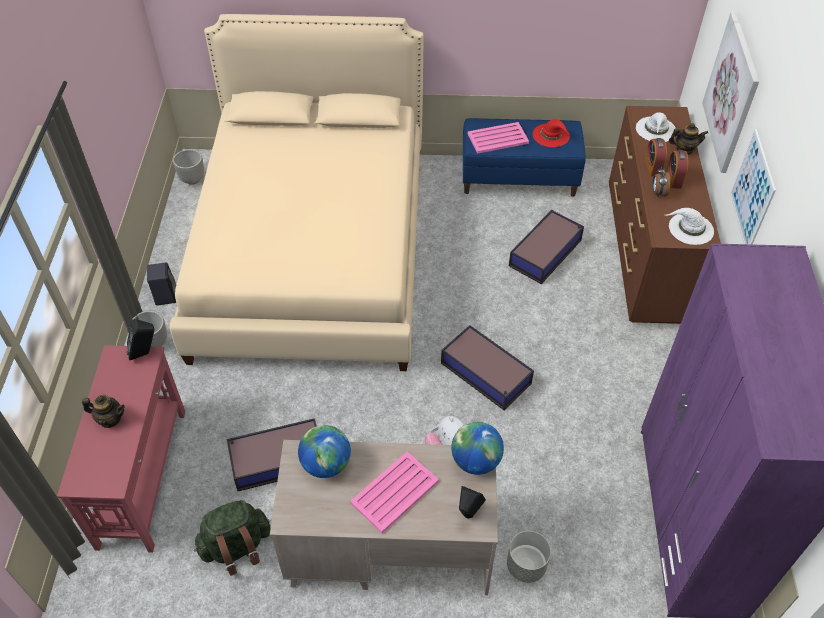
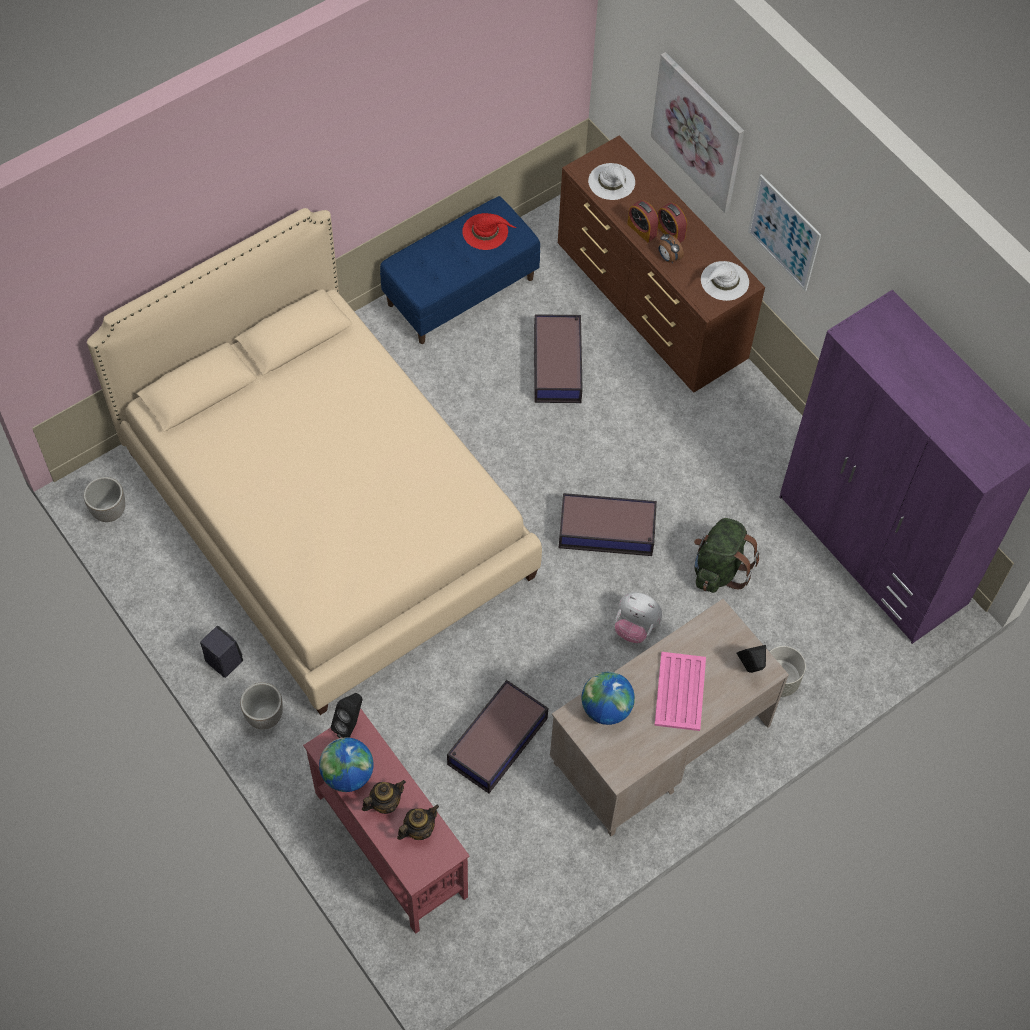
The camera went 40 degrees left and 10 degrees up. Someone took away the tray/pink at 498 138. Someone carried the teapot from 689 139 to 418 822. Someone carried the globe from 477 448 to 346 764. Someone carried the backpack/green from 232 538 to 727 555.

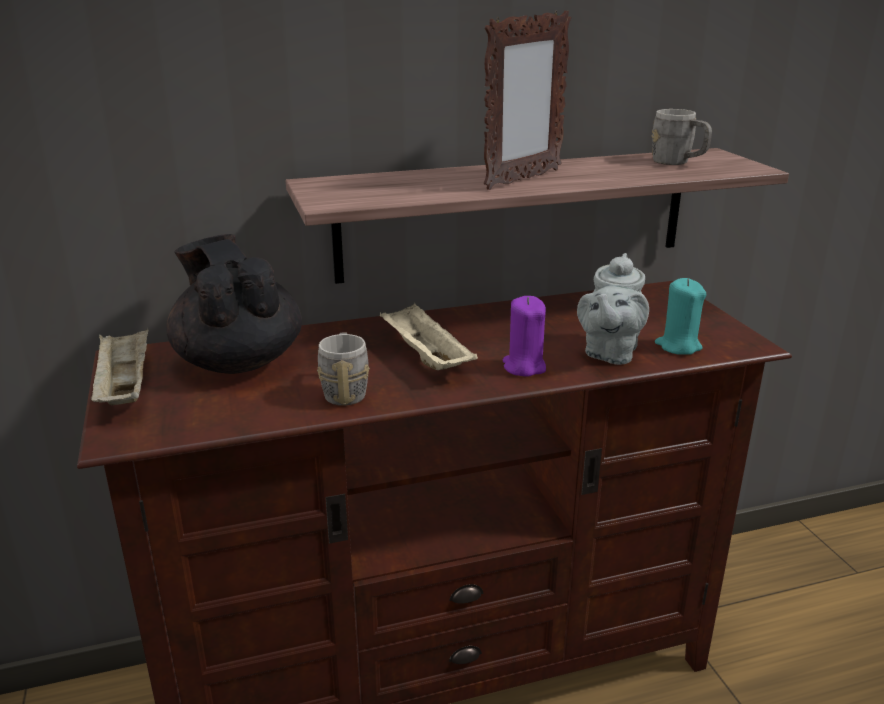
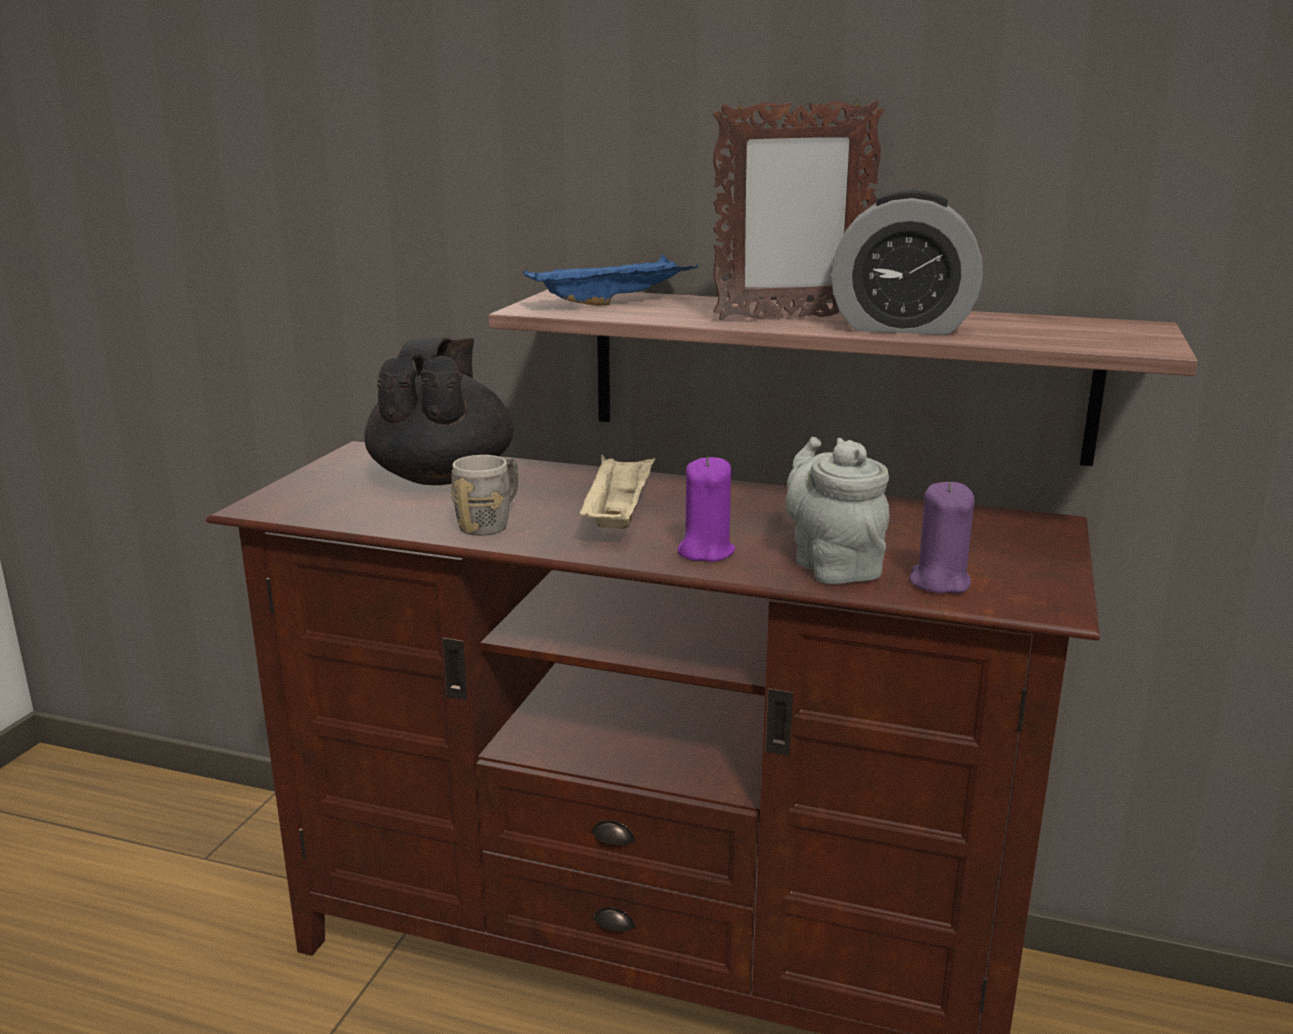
The camera went 35 degrees right and 5 degrees down. Someone took away the mug/grey at 682 137. Someone rotated the teapot/grey at 613 309 by 105 degrees clockwise. Someone repainted the candle/turquoise at 681 316, which became the candle/purple at 942 538. Someone took away the tray/beige at 119 367. Someone put down the alarm clock at 907 262. Someone put down the tray/blue at 610 280.

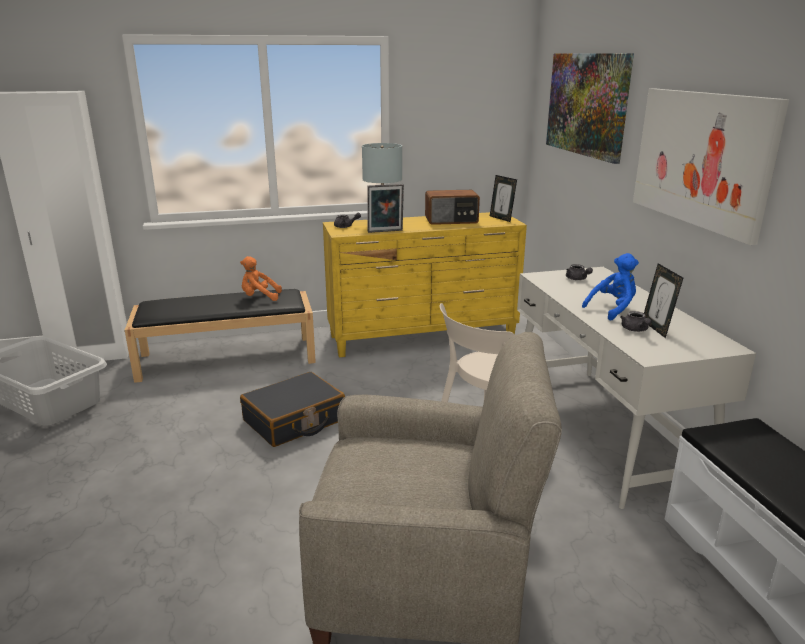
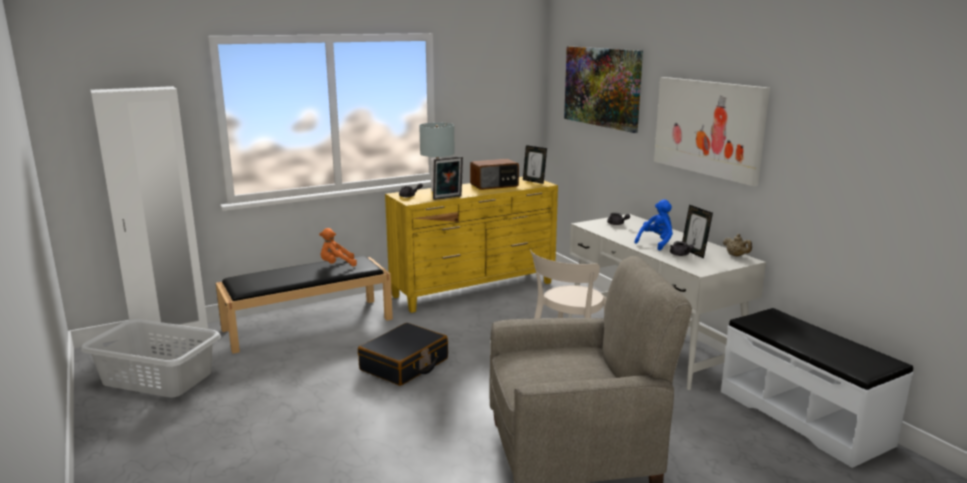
The camera went 15 degrees left and 5 degrees down. Someone put down the teapot/beige at 737 245.

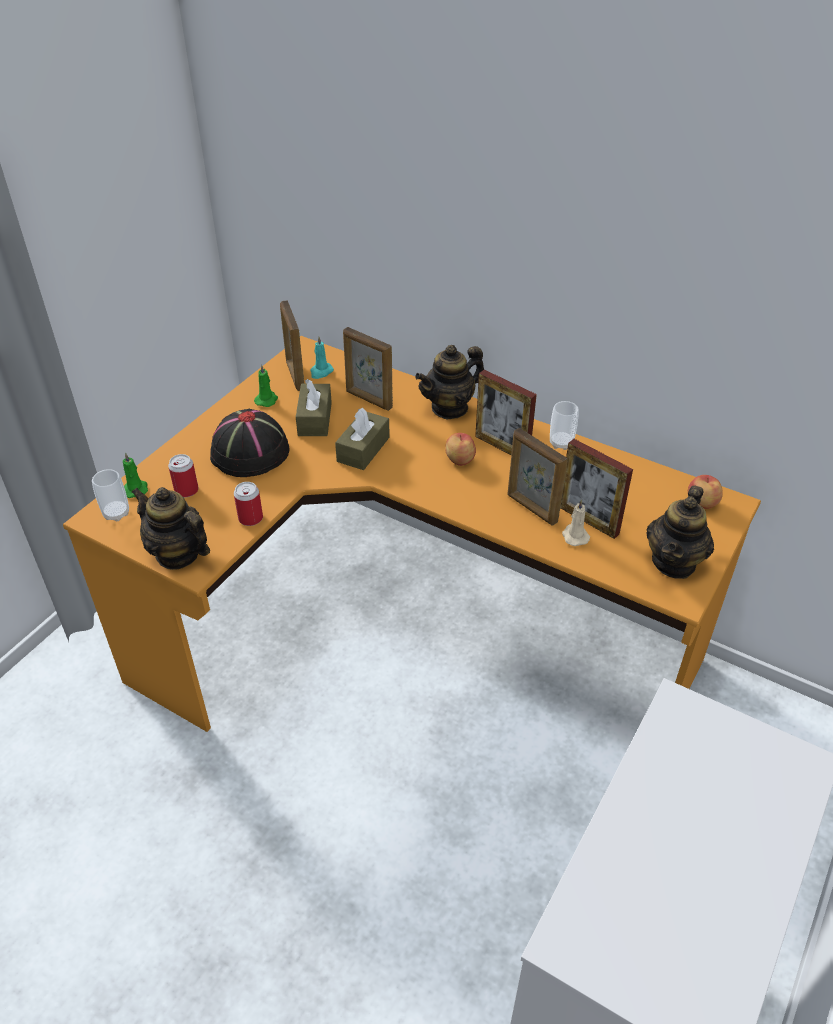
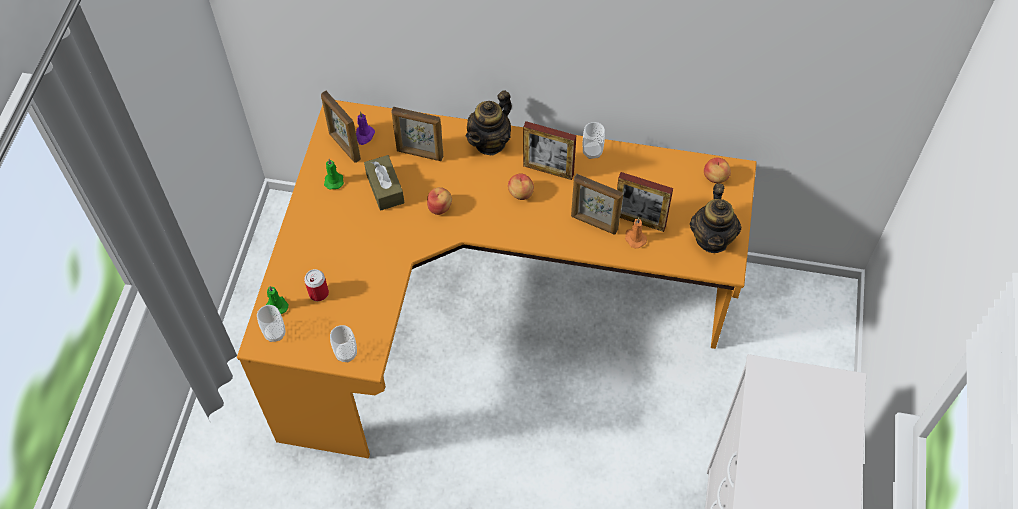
The camera went 20 degrees left and 15 degrees up. Someone repainted the candle/turquoise at 322 357, which became the candle/purple at 365 128. Someone swapped the tissue box/brown at 362 439 for the apple at 439 201. Someone took away the hat/black at 249 443. Someone took away the can at 248 504. Someone swapped the teapot at 170 528 for the cup at 343 343. Someone repainted the candle/beige at 576 522, which became the candle/orange at 636 233.

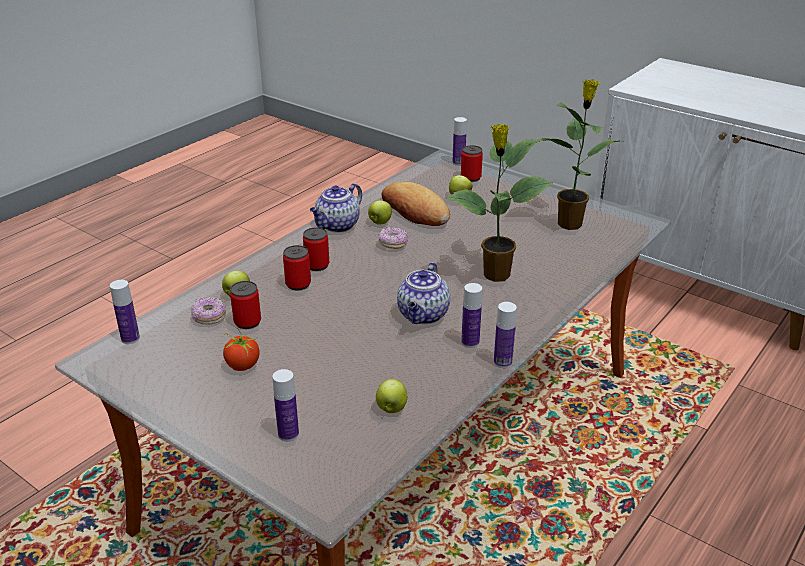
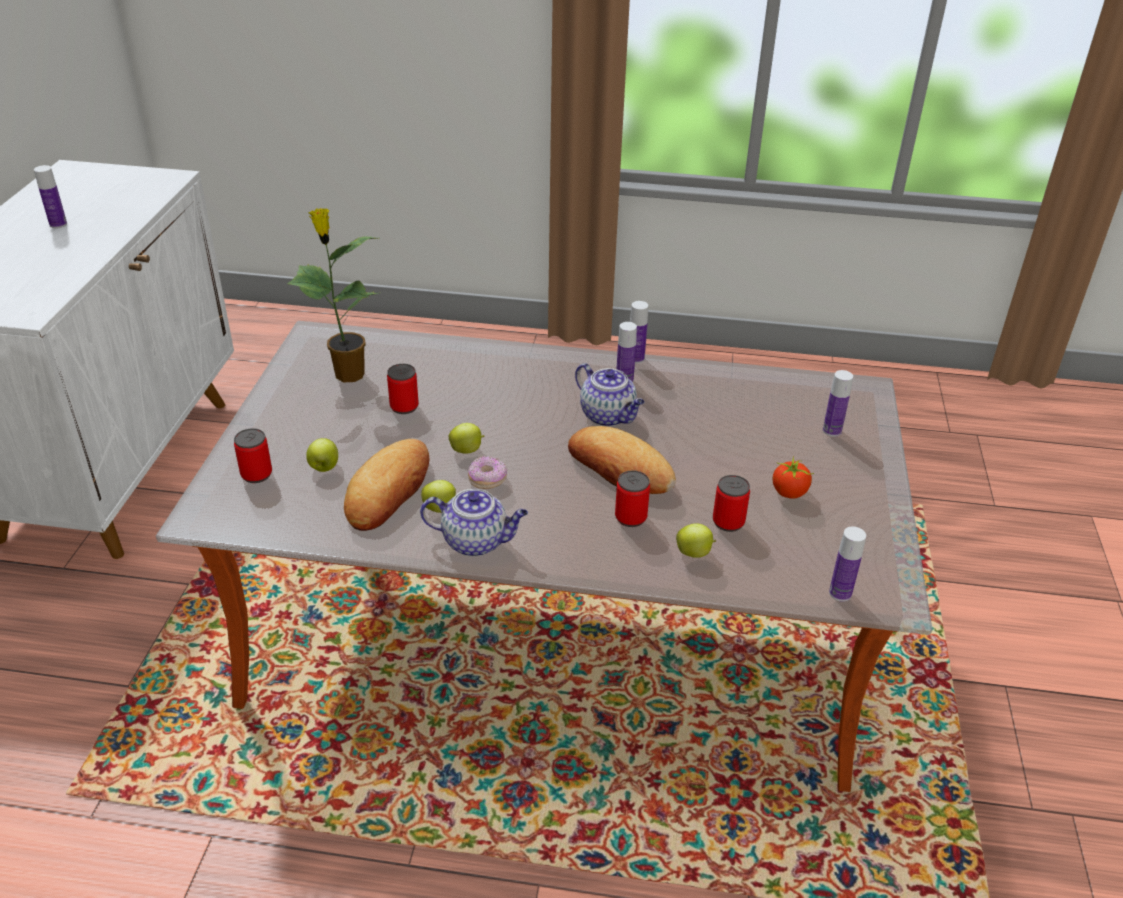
The camera went 120 degrees left and 5 degrees up. Someone carried the bottle from 459 141 to 50 196. Someone took away the potted plant at 499 202. Someone carried the can from 316 249 to 403 389. Someone rotated the teapot at 423 293 by 60 degrees clockwise. Someone took away the donut at 208 311. Someone carried the apple from 391 396 to 466 438. Someone put down the bread at 622 460.

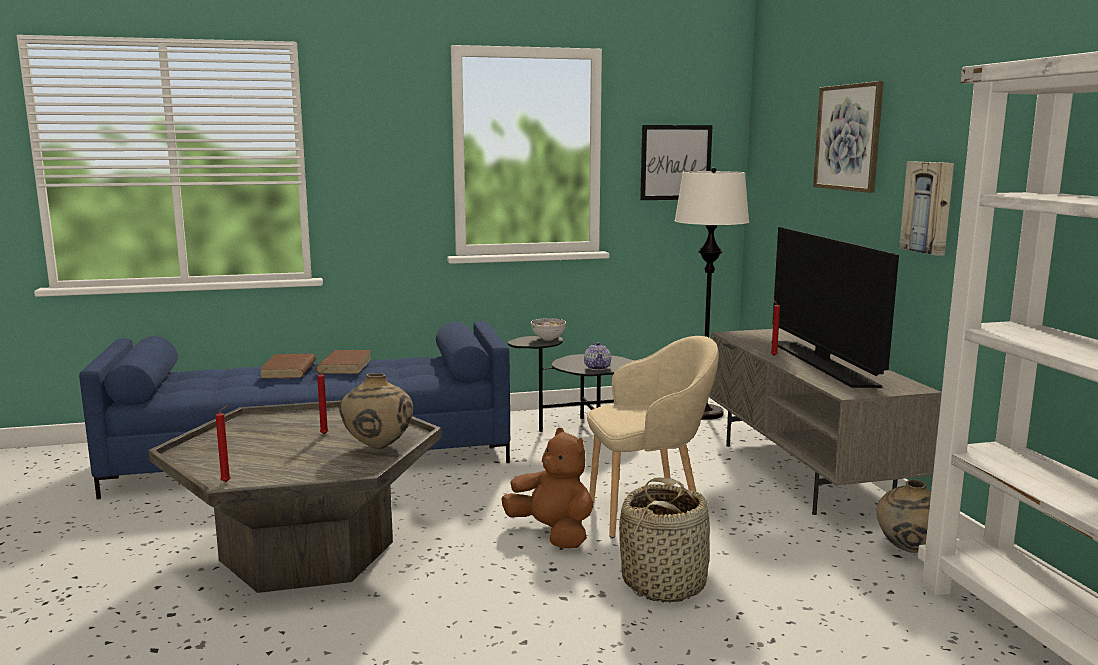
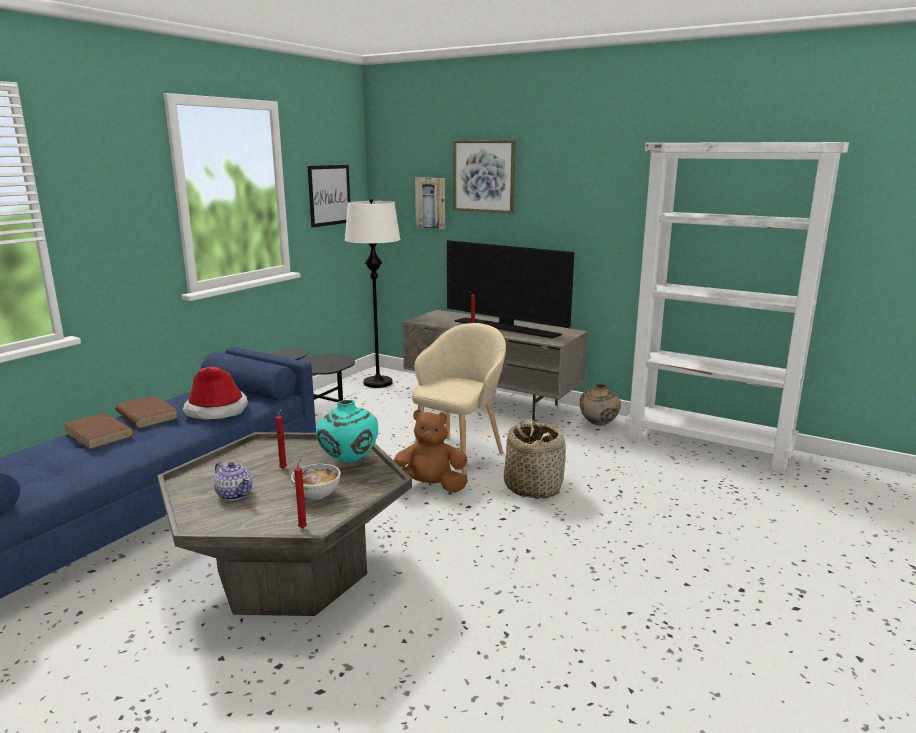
The camera went 45 degrees left and 5 degrees up. Someone carried the picture from 926 208 to 430 203. Someone carried the bowl from 548 329 to 315 482. Someone carried the teapot from 597 356 to 233 481. Someone repainted the vase/beige at 376 411, which became the vase/turquoise at 347 431. Someone put down the hat at 215 393.

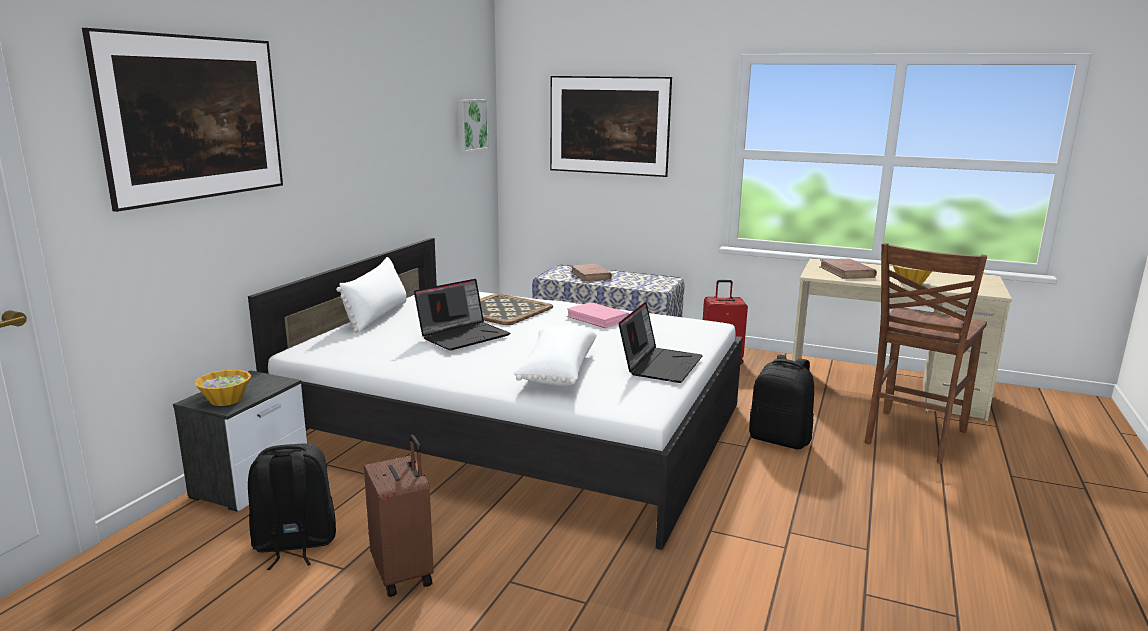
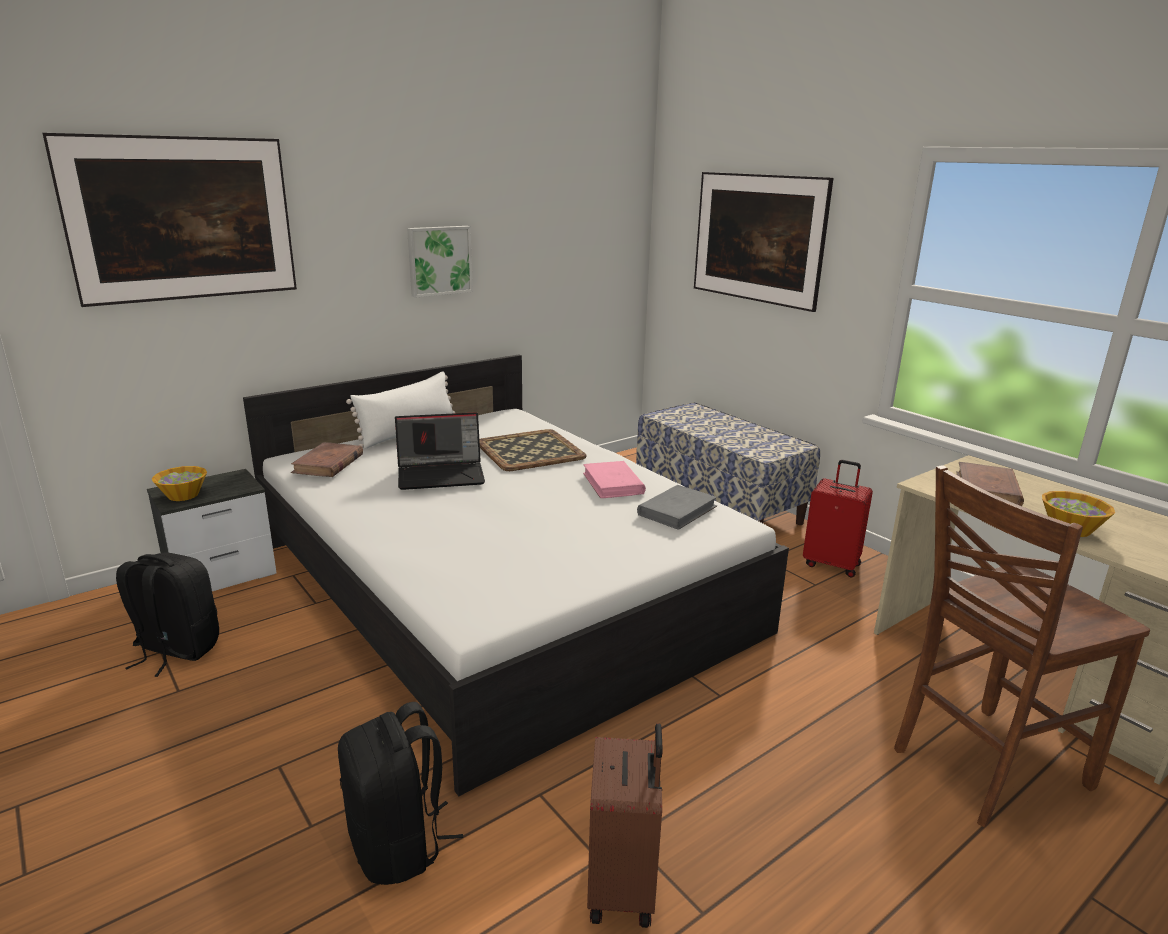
The camera went 30 degrees right and 5 degrees up. Someone carried the picture from 473 126 to 440 262. Someone carried the book/brown from 591 272 to 327 459. Someone took away the laptop at 660 342. Someone took away the pillow/white at 555 355. Someone carried the backpack/black from 781 402 to 400 793. Someone carried the suitcase/brown from 399 516 to 625 825. Someone put down the book/grey at 677 507.

